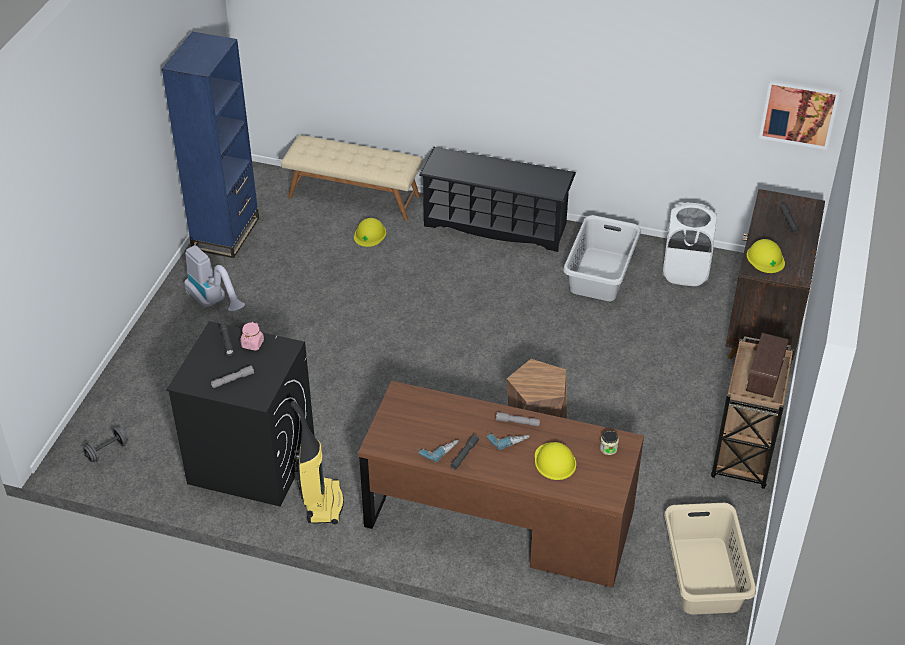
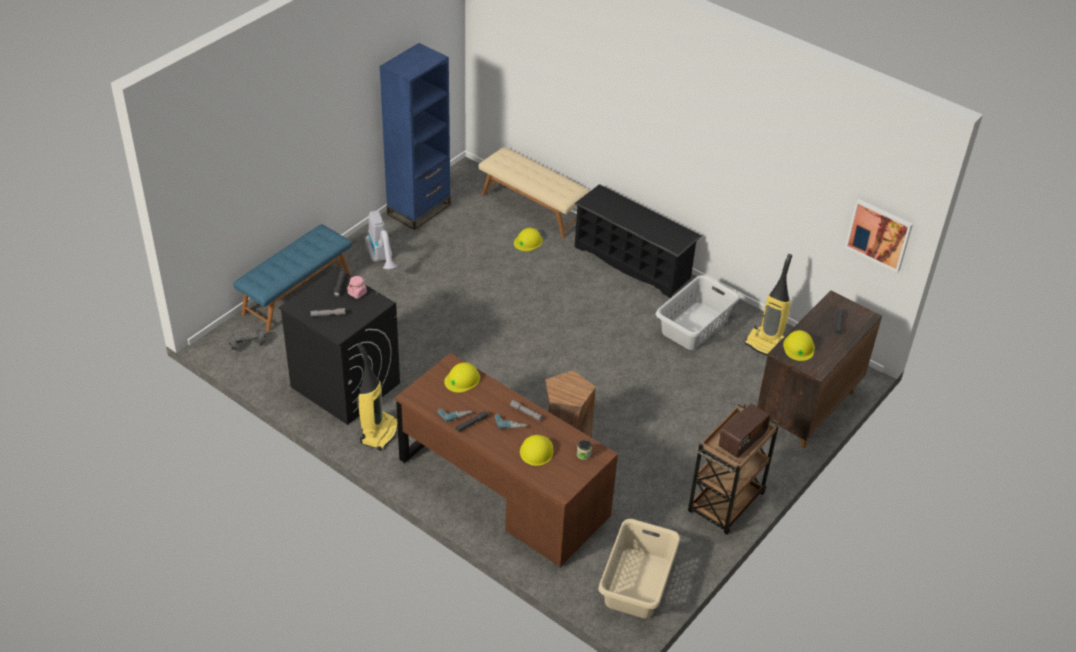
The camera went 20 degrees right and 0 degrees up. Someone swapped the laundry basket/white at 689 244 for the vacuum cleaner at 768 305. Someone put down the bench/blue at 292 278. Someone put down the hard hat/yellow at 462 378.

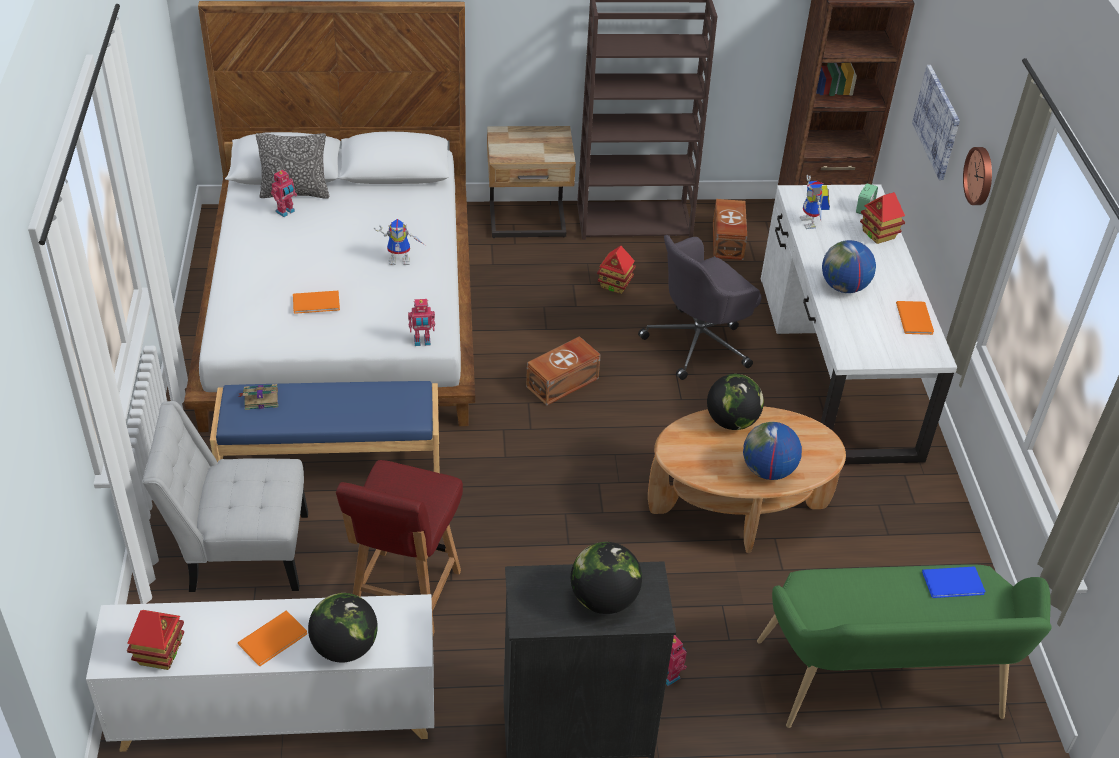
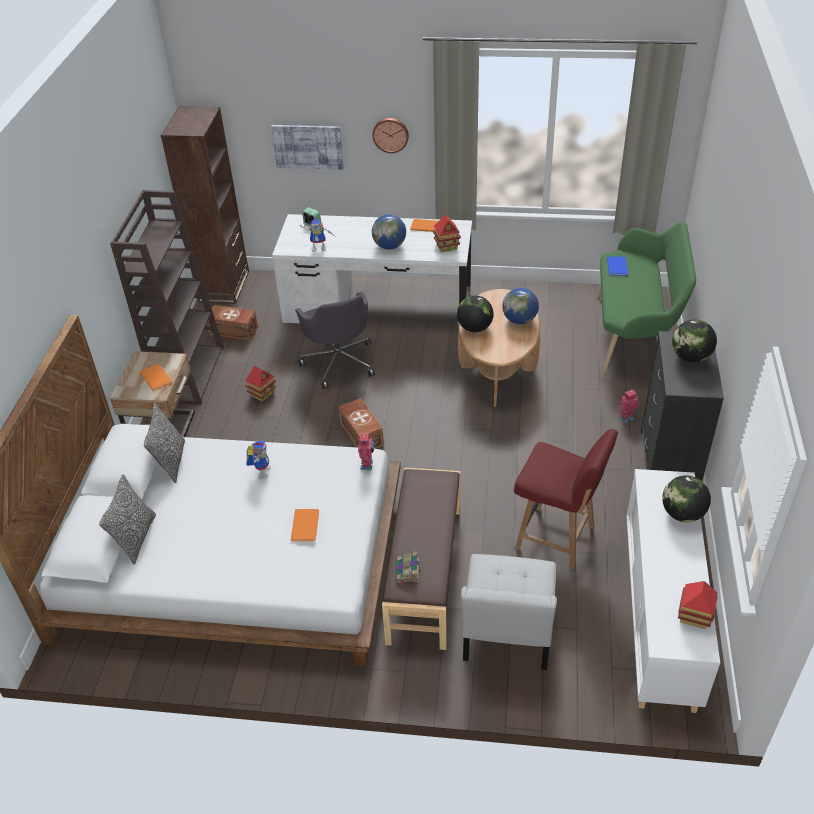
The camera went 75 degrees left and 0 degrees up. Someone took away the toy robot at 284 193. Someone carried the toy house from 882 218 to 447 233. Someone repainted the bench/blue at 325 427, which became the bench/brown at 421 559. Someone carried the book/orange from 272 638 to 156 377. Someone put down the pillow at 164 443.

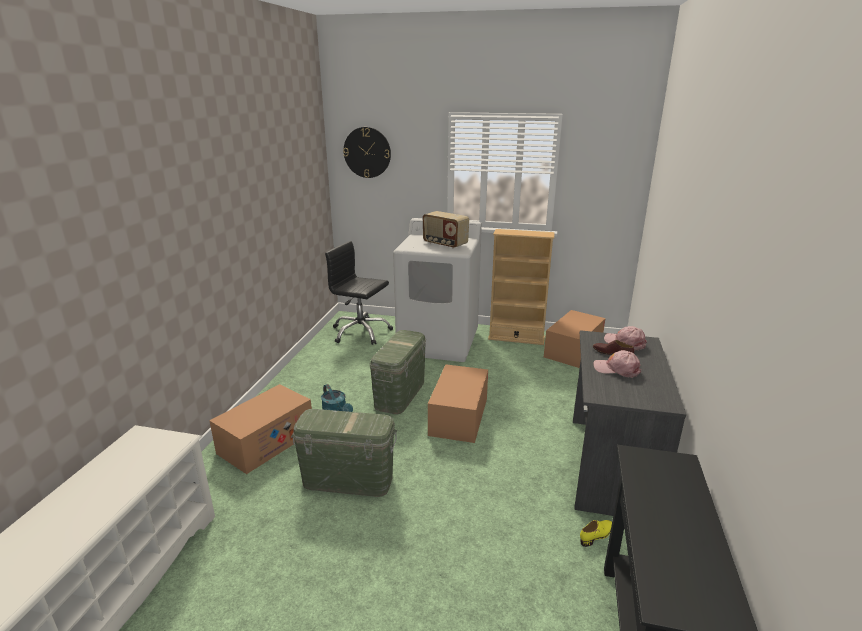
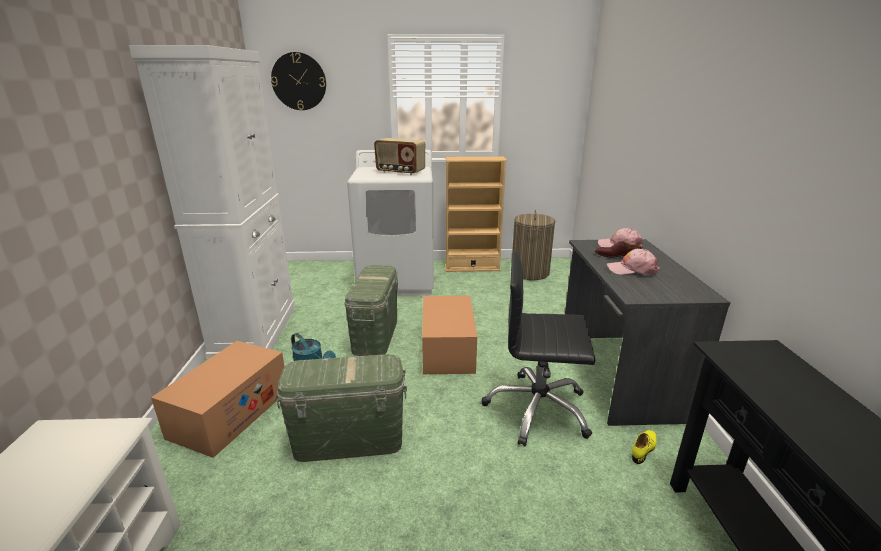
The camera went 15 degrees left and 0 degrees up. Someone carried the office chair/black from 359 293 to 538 349. Someone swapped the cardboard box at 575 339 for the laundry basket at 533 245. Someone put down the cabinet/white at 212 202.

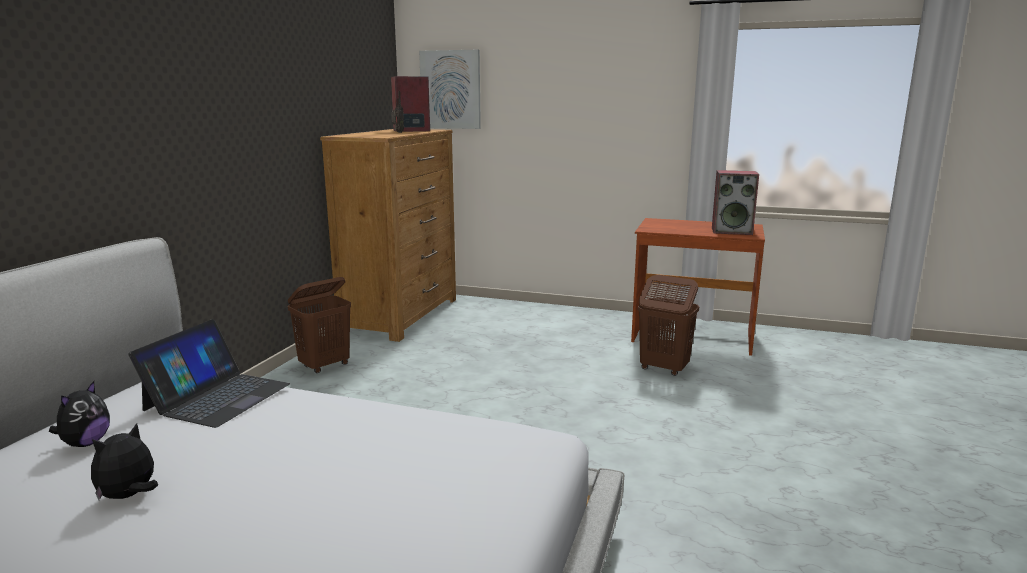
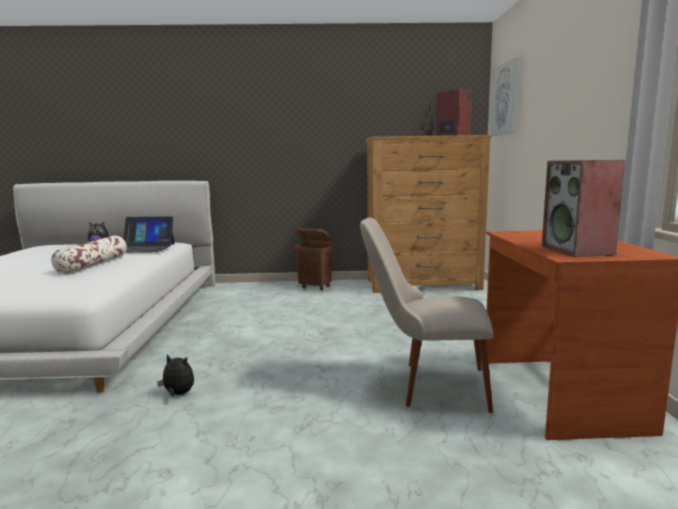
The camera went 70 degrees right and 5 degrees down. Someone swapped the laundry basket/brown at 668 325 for the chair/beige at 426 315. Someone carried the plush toy from 124 461 to 175 375. Someone put down the pillow at 89 255.

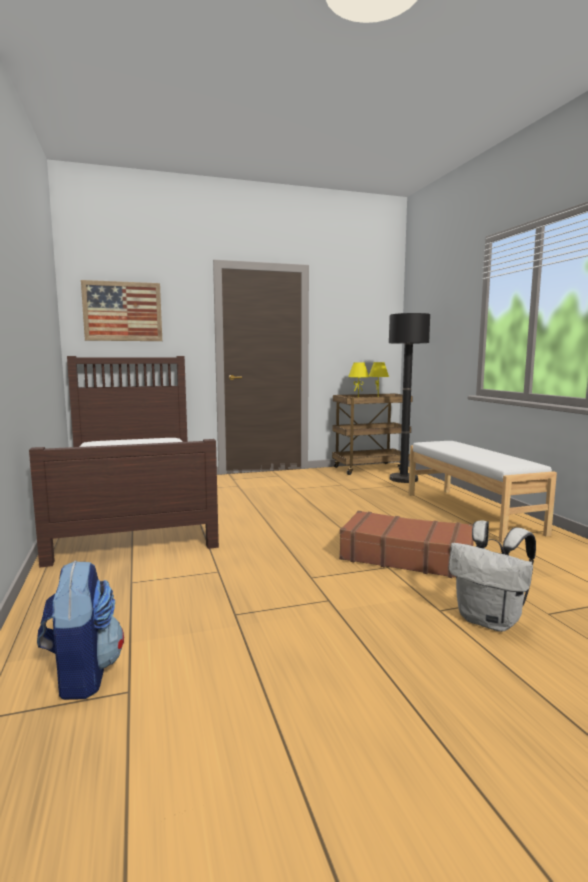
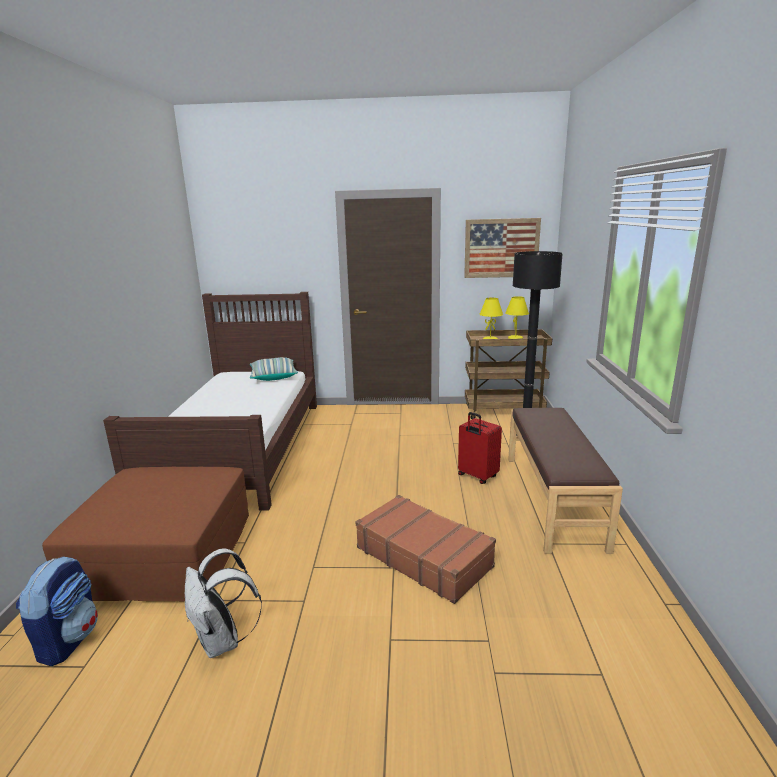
The camera went 20 degrees right and 10 degrees up. Someone carried the picture from 121 310 to 502 248. Someone repainted the bench/white at 482 491, which became the bench/brown at 565 481. Someone carried the backpack/white from 492 576 to 223 603. Someone put down the pillow at 274 369. Someone put down the suitcase/red at 480 448. Someone put down the ottoman/brown at 145 534.

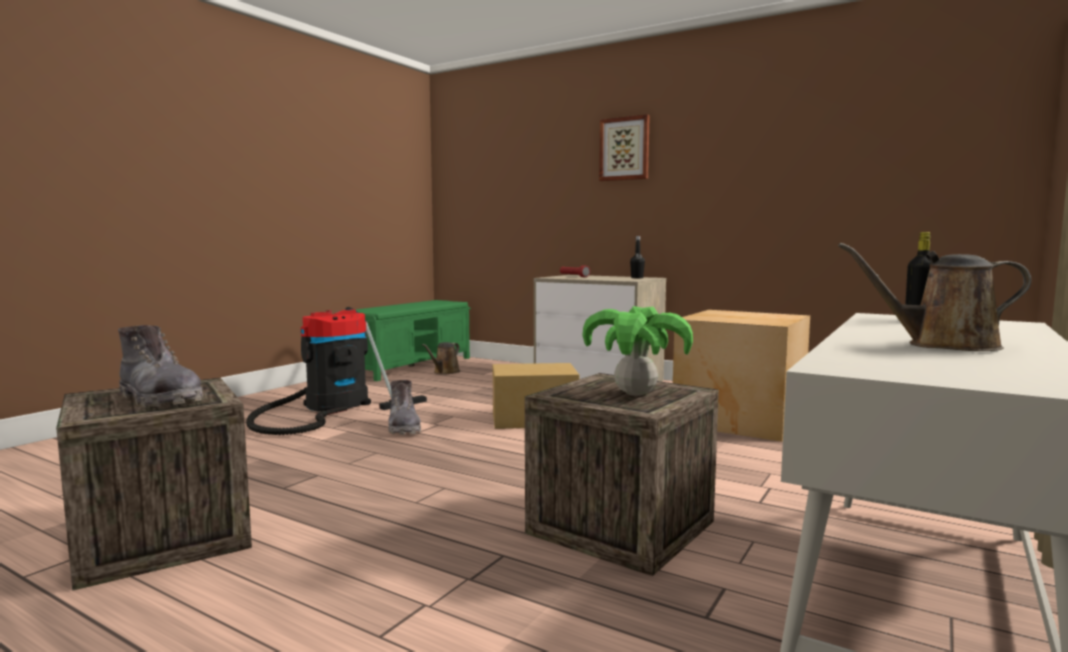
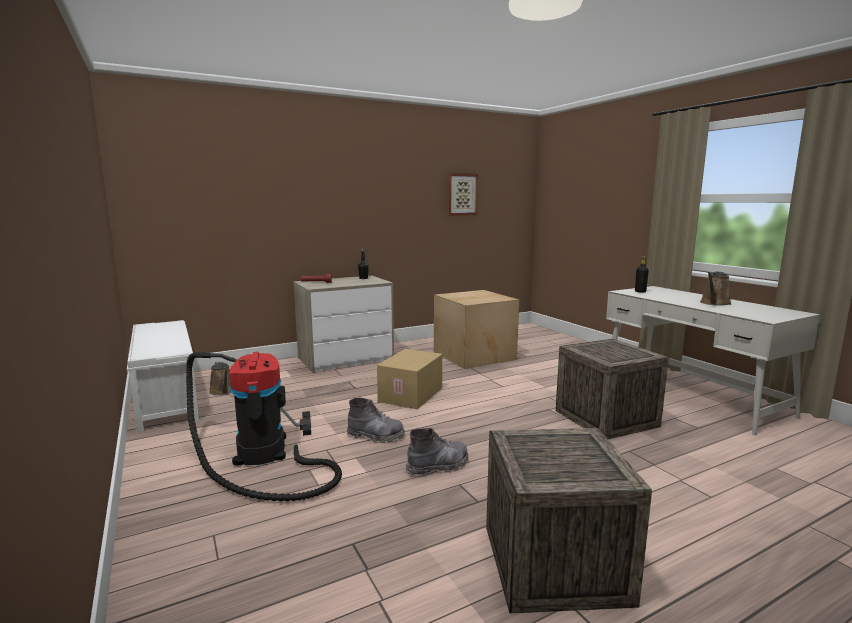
The camera went 60 degrees left and 5 degrees up. Someone carried the picture from 624 147 to 463 194. Someone repainted the bench/green at 413 340, which became the bench/white at 163 376. Someone took away the potted plant at 637 351. Someone carried the boot/grey from 160 366 to 437 452.

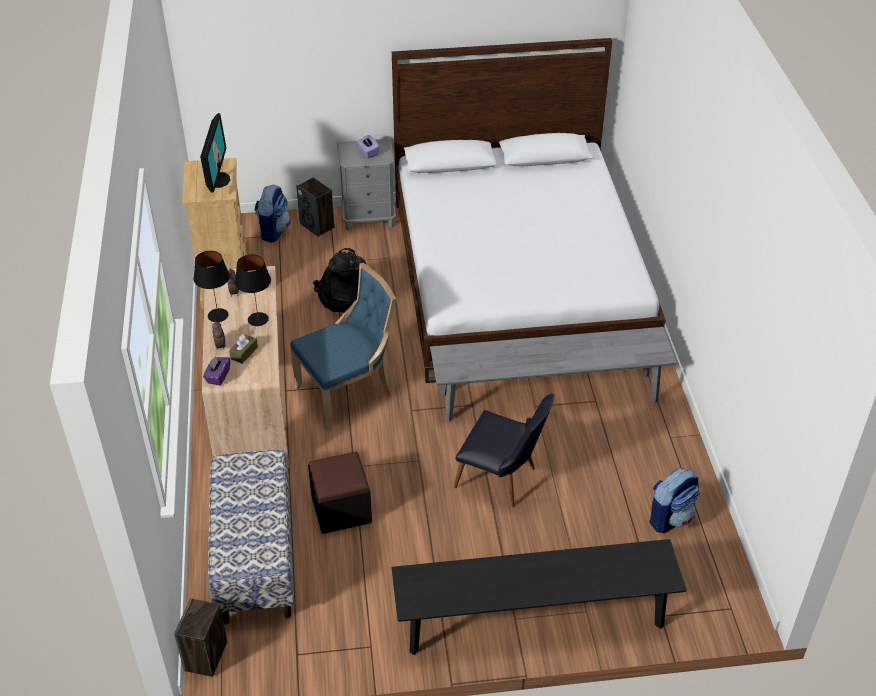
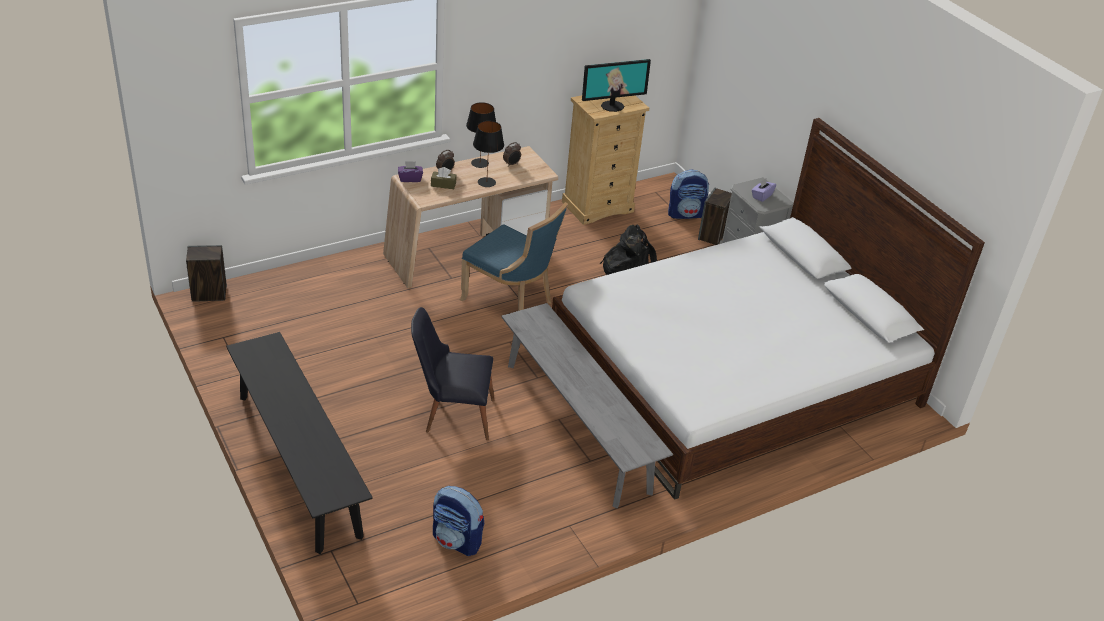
The camera went 65 degrees right and 5 degrees down. Someone rotated the chair/black at 504 450 by 90 degrees clockwise. Someone took away the bench at 251 537. Someone took away the ottoman/black at 340 493.

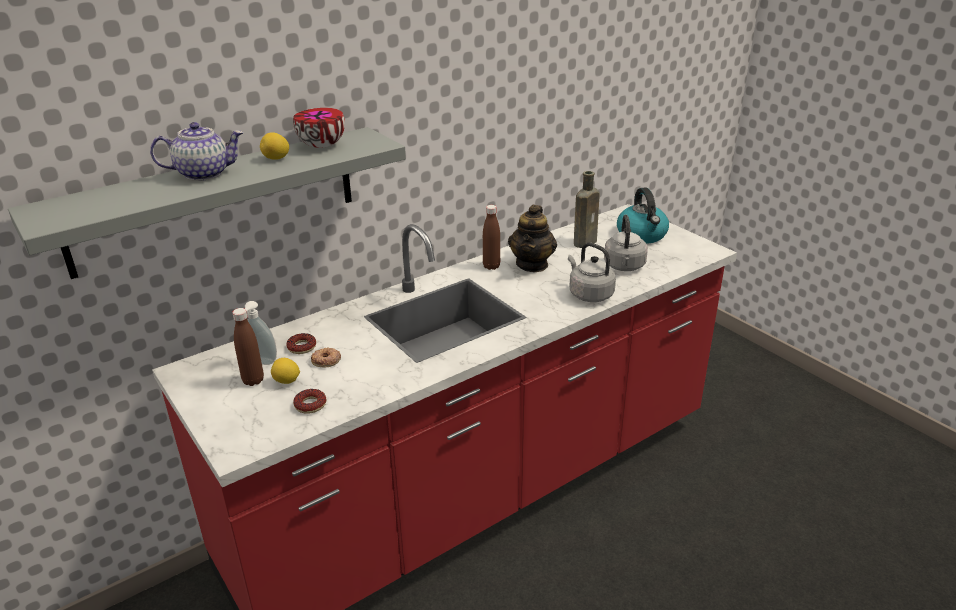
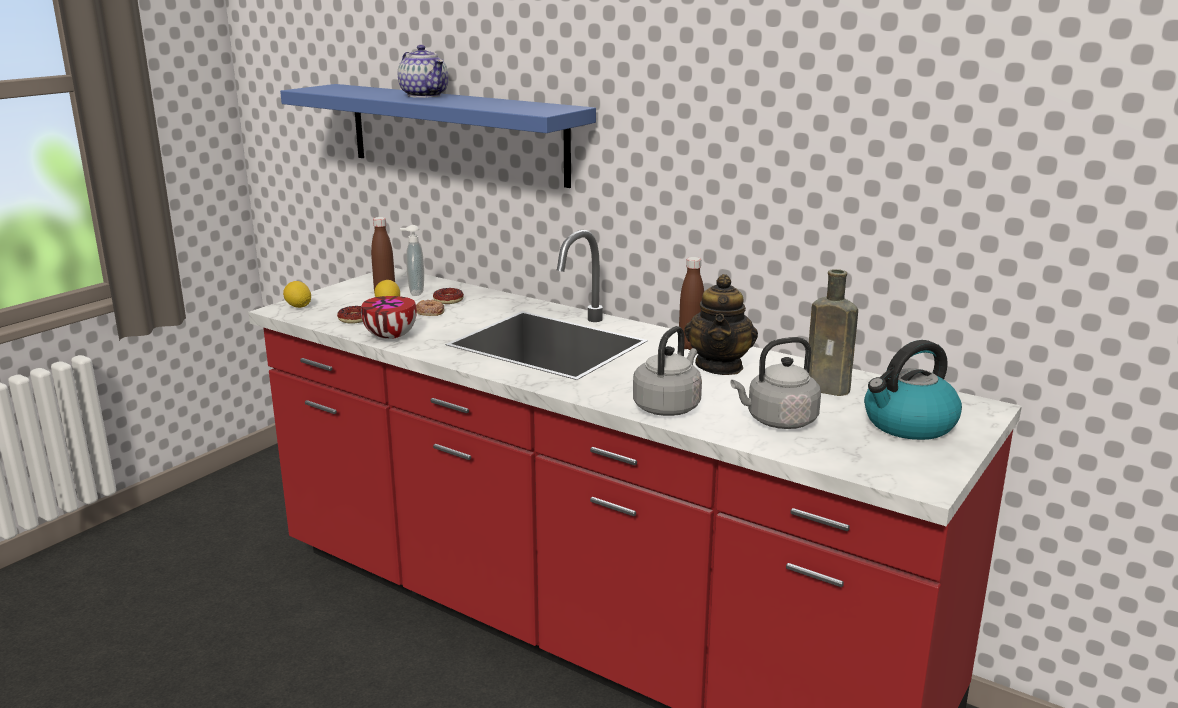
The camera went 70 degrees right and 10 degrees down. Someone carried the bowl from 319 128 to 389 317. Someone repainted the shelf/grey at 207 203, which became the shelf/blue at 438 136. Someone carried the lemon from 274 146 to 297 294. Someone rotated the teapot at 532 238 by 75 degrees counterclockwise.

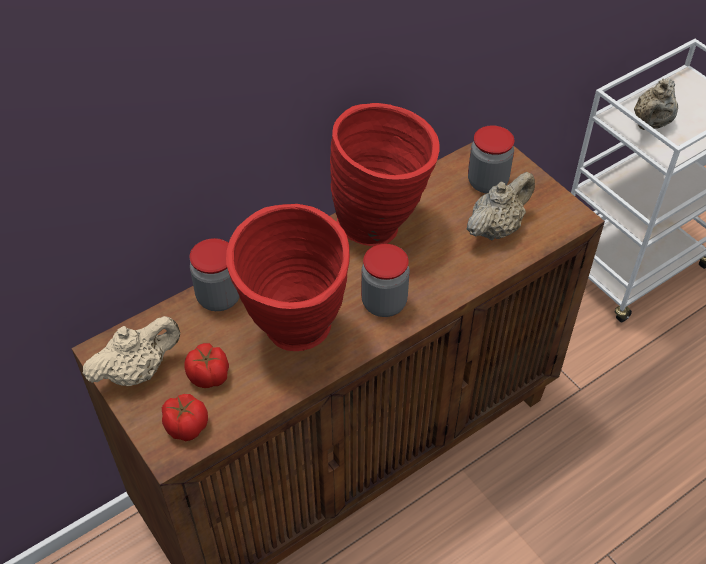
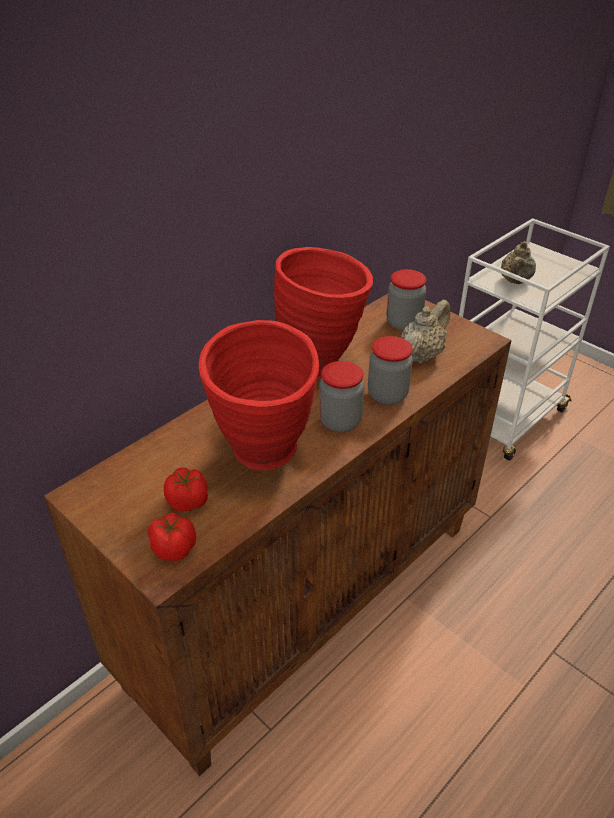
The camera went 10 degrees left and 10 degrees down. Someone carried the jar from 214 274 to 390 370. Someone took away the teapot/beige at 131 351.

